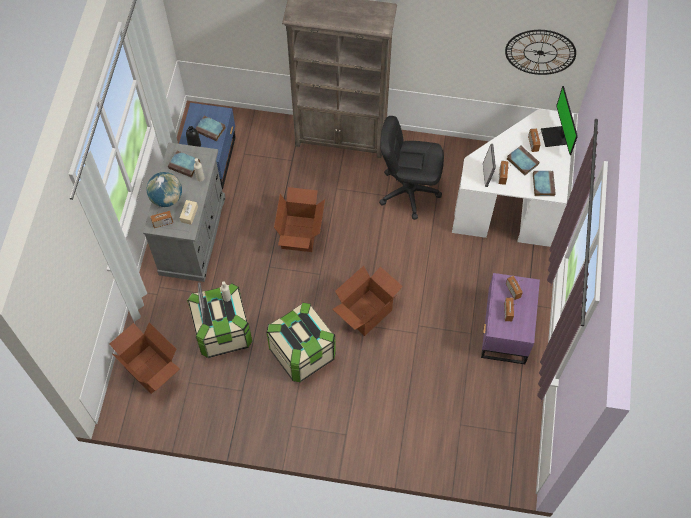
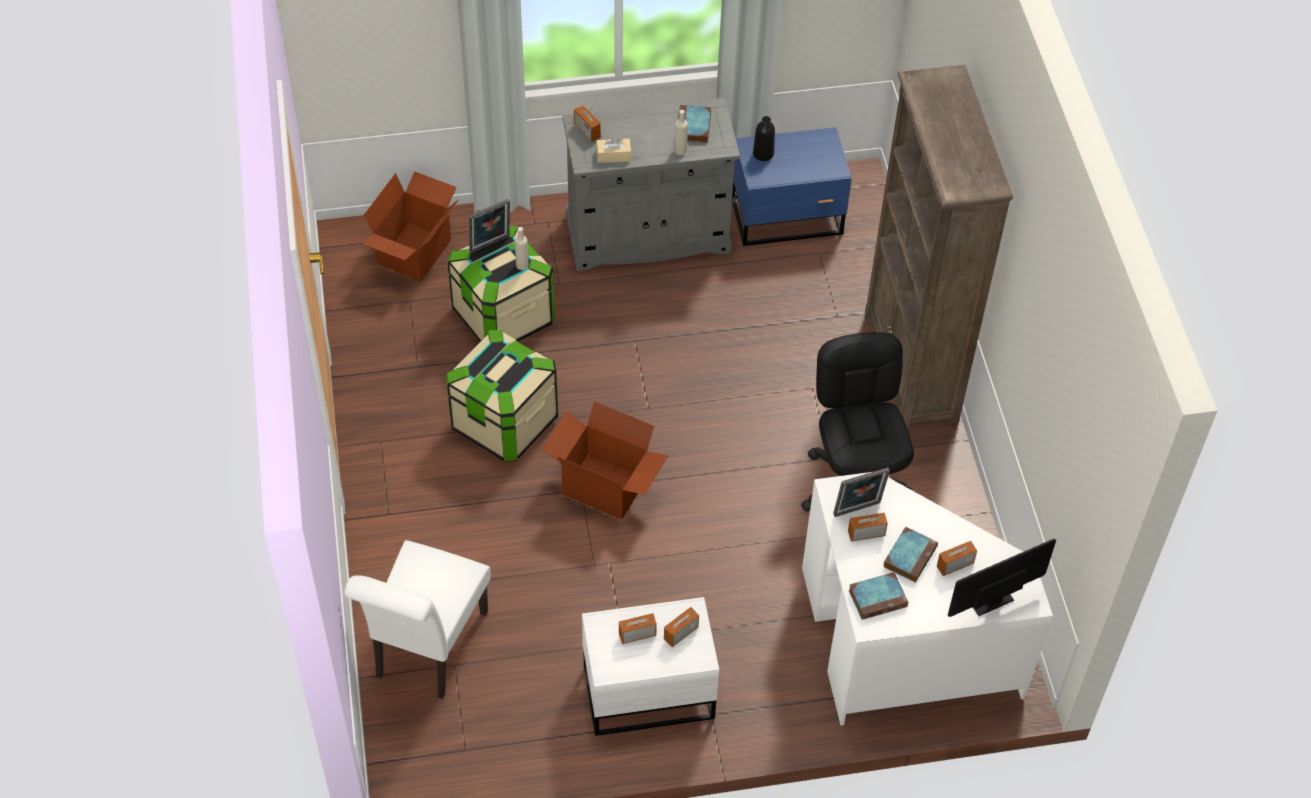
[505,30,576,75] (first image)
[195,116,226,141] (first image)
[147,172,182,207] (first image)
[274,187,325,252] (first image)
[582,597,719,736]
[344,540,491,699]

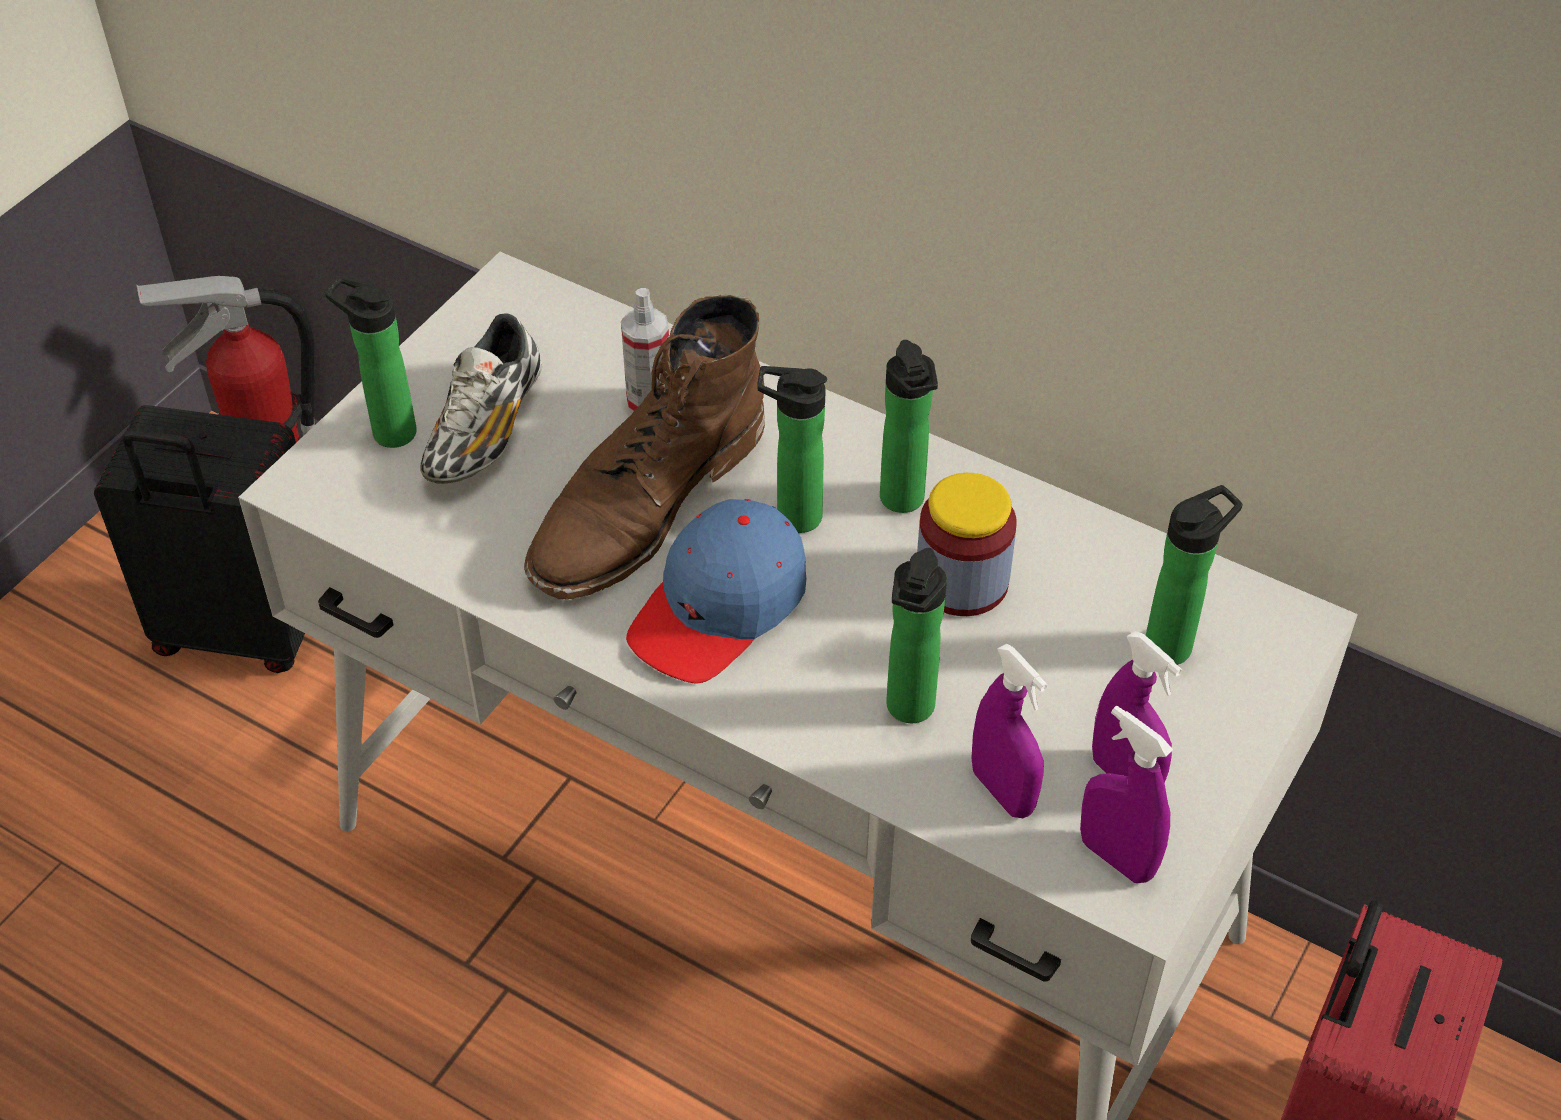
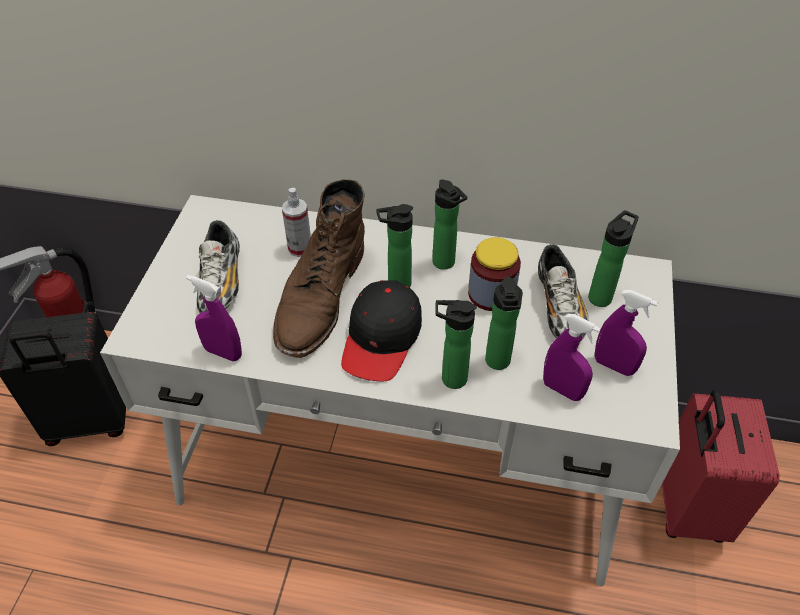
[435,300,477,389]
[341,280,422,381]
[186,275,242,361]
[538,244,588,342]

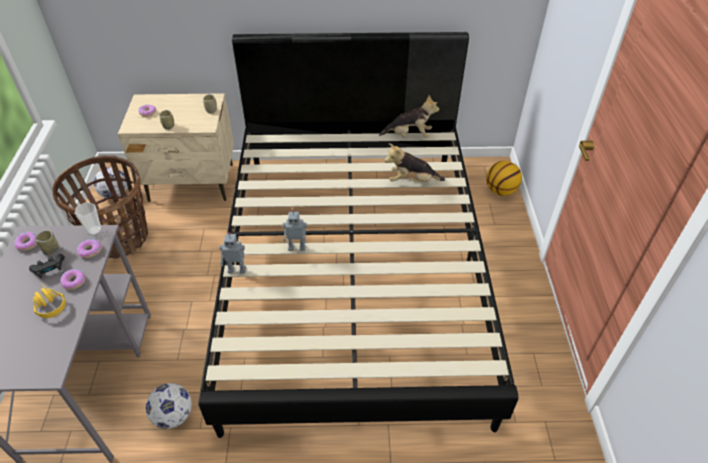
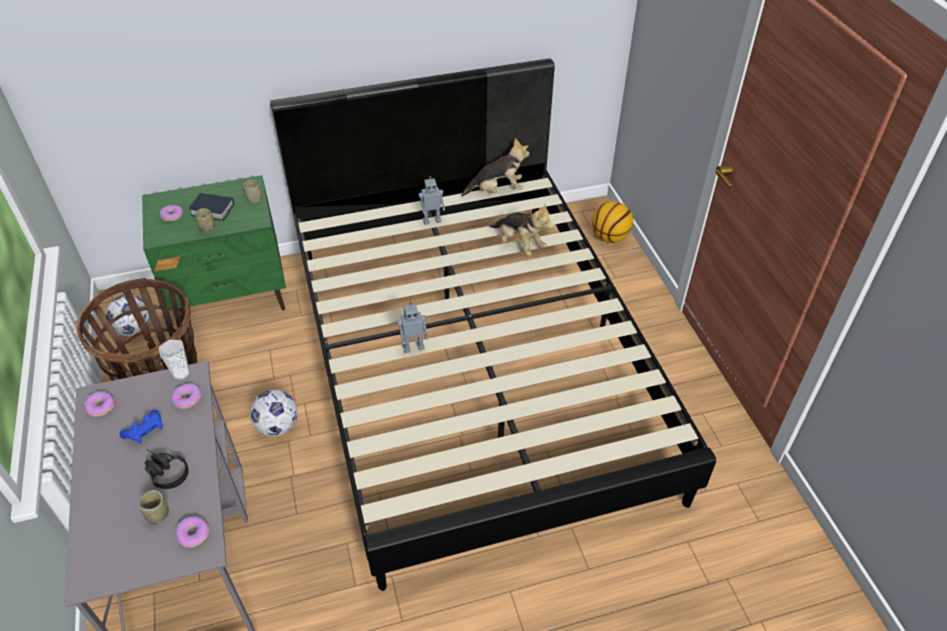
[142,175,286,322]
[489,204,554,255]
[139,490,169,525]
[419,176,445,225]
[120,410,163,444]
[175,516,209,548]
[145,449,189,489]
[250,390,298,437]
[189,193,234,221]

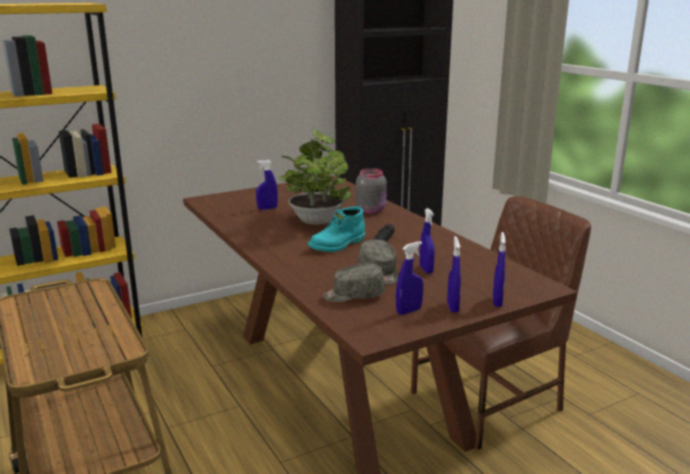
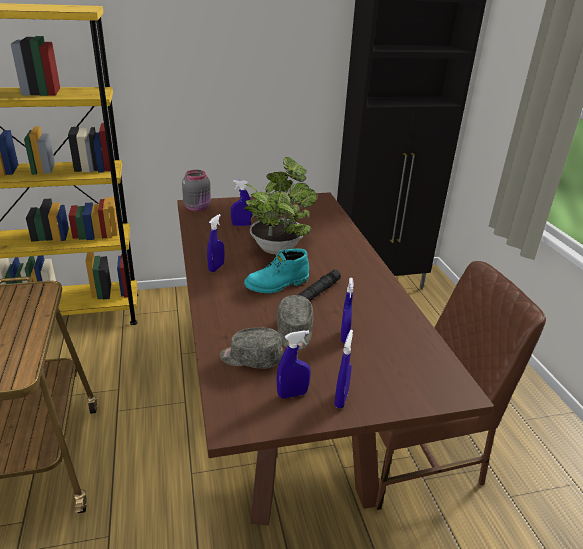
[182,170,211,211]
[207,214,224,272]

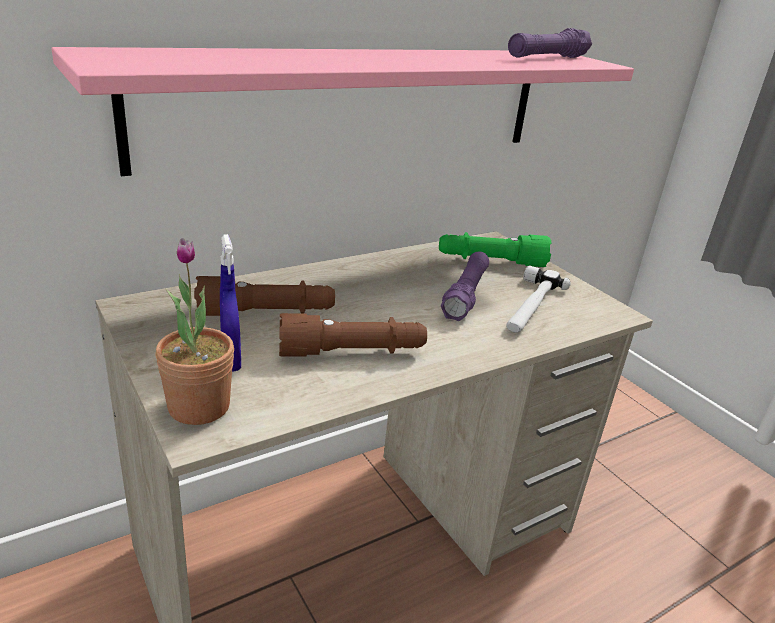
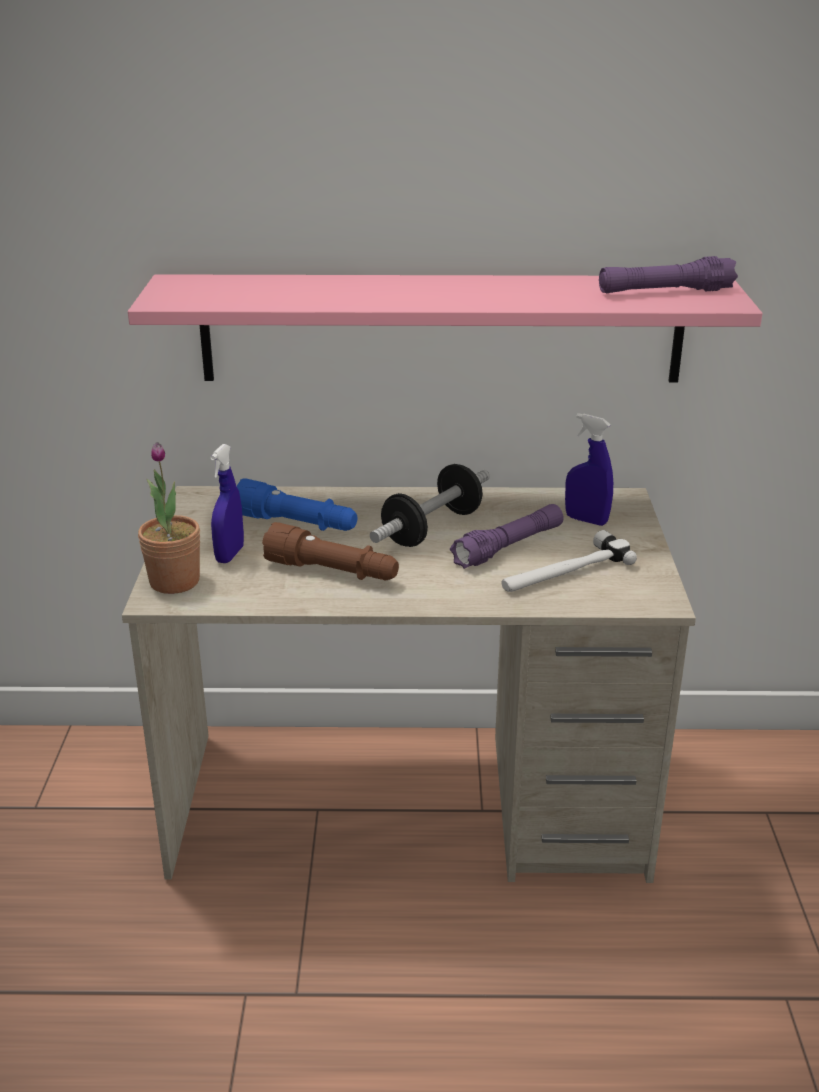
[565,413,613,526]
[237,478,357,531]
[370,464,490,547]

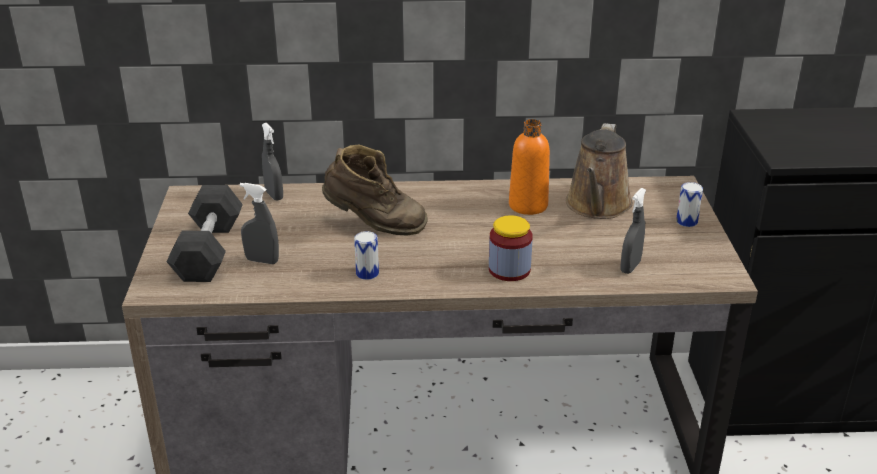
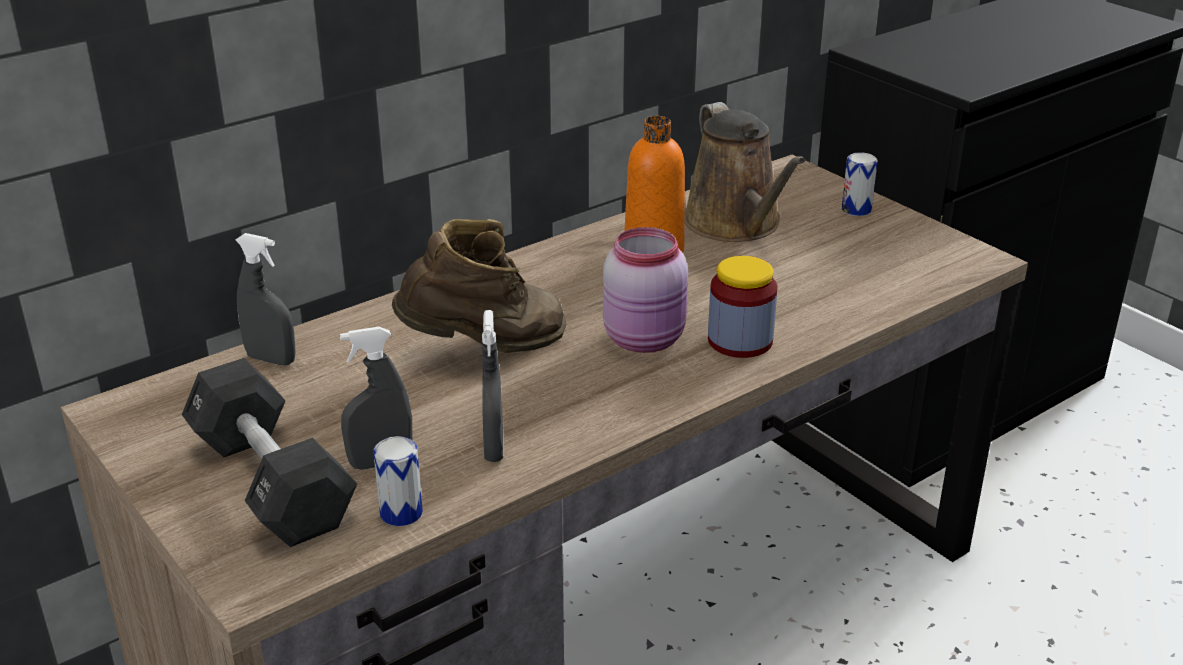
[482,310,503,462]
[374,436,423,526]
[603,227,688,353]

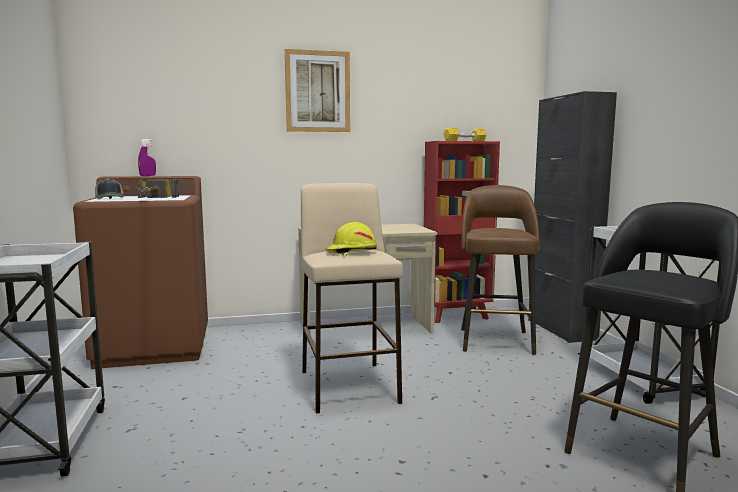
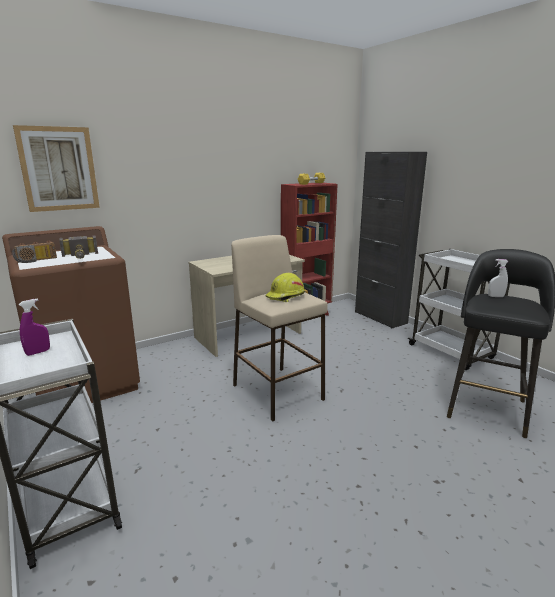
[13,125,100,212]
[19,298,50,356]
[12,242,57,263]
[461,185,540,355] (first image)
[488,259,509,297]

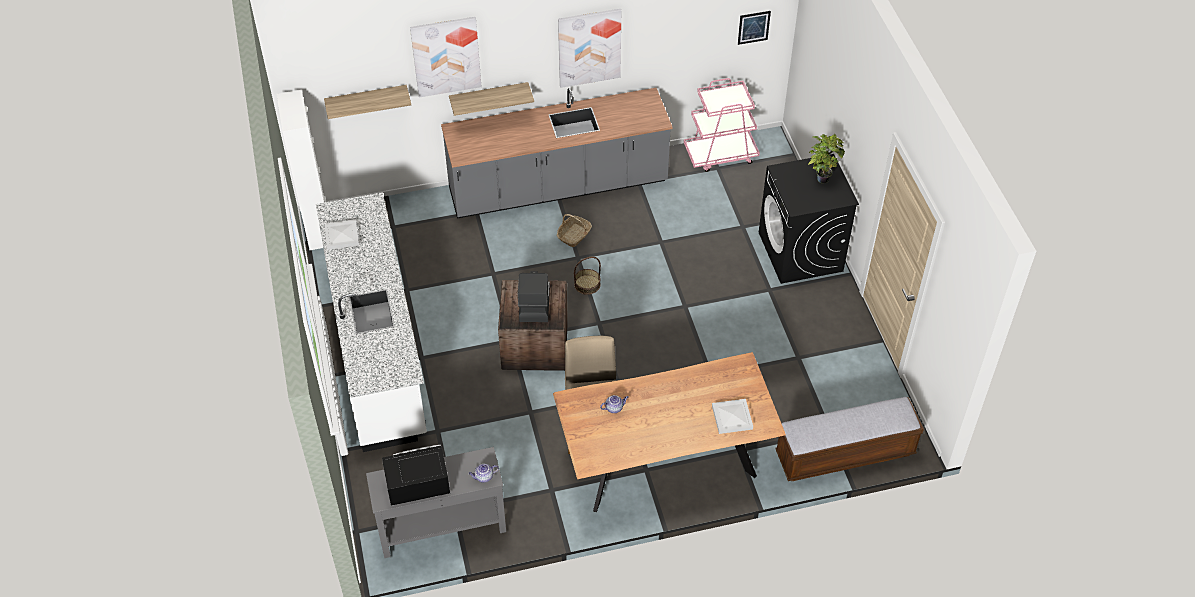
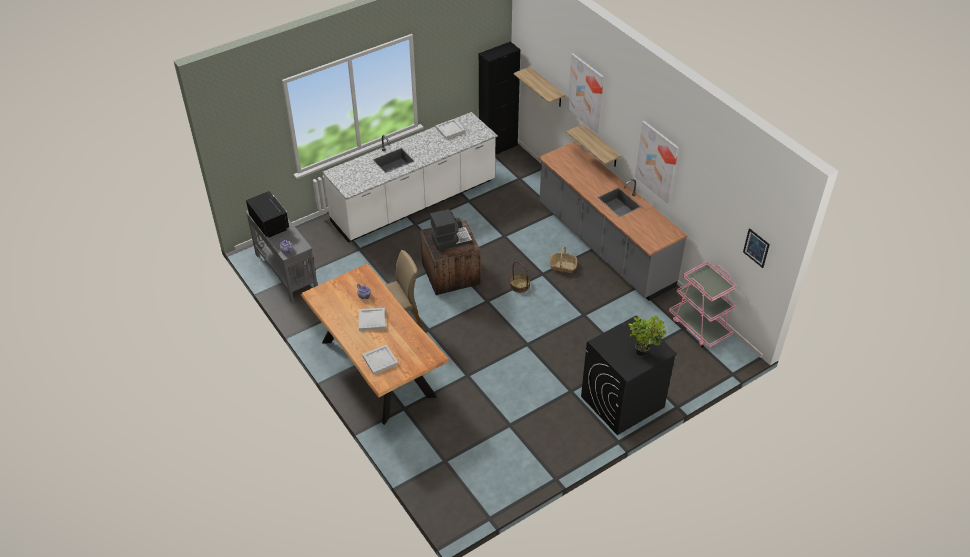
[479,42,520,155]
[775,397,924,481] (first image)
[359,308,385,331]

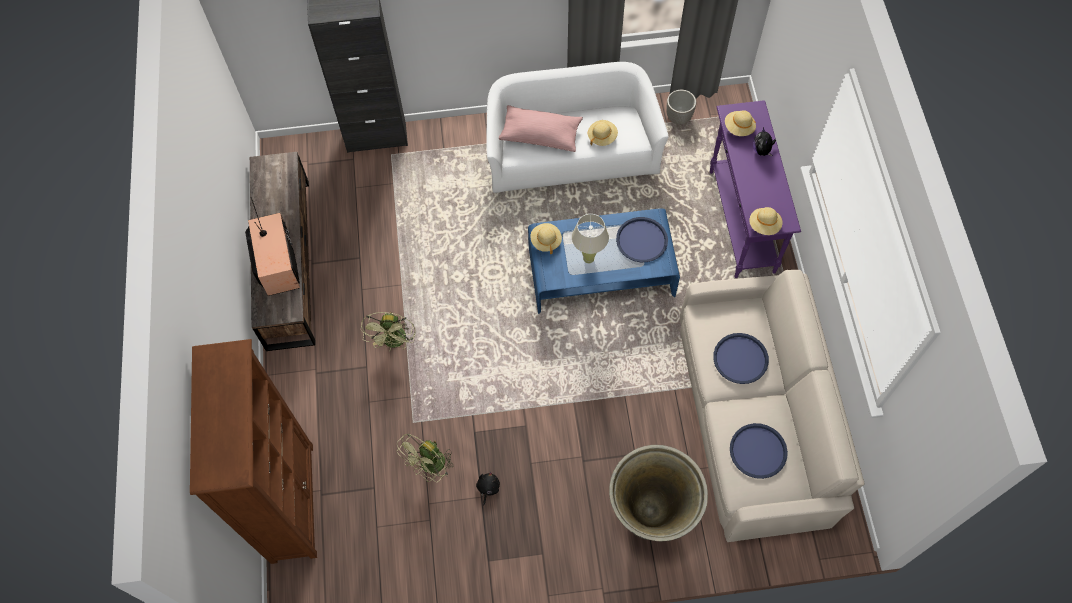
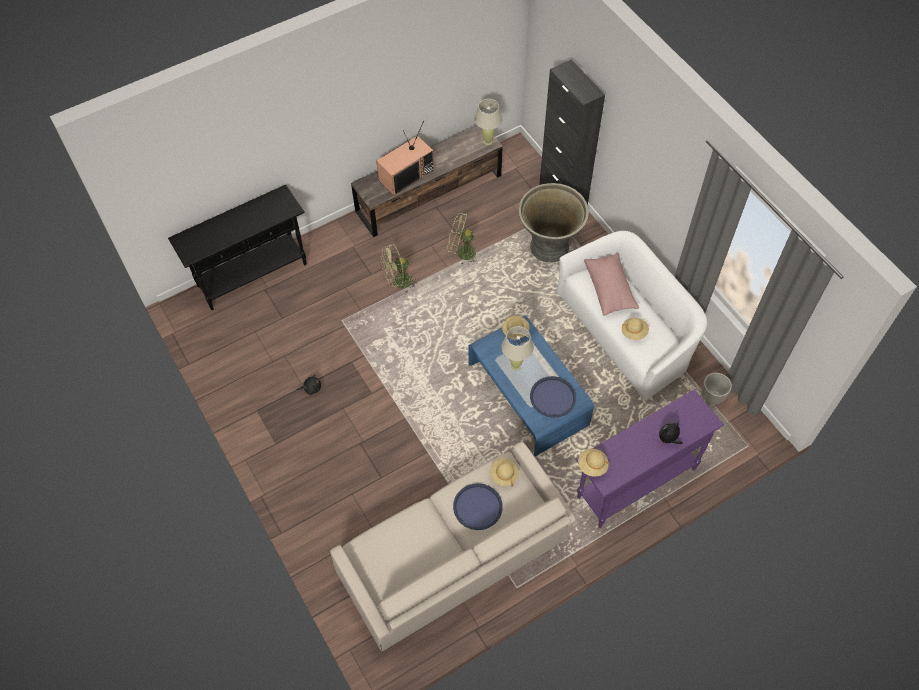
[489,458,519,487]
[168,185,307,310]
[730,423,788,479] (first image)
[447,213,479,265]
[519,183,589,262]
[474,99,502,145]

